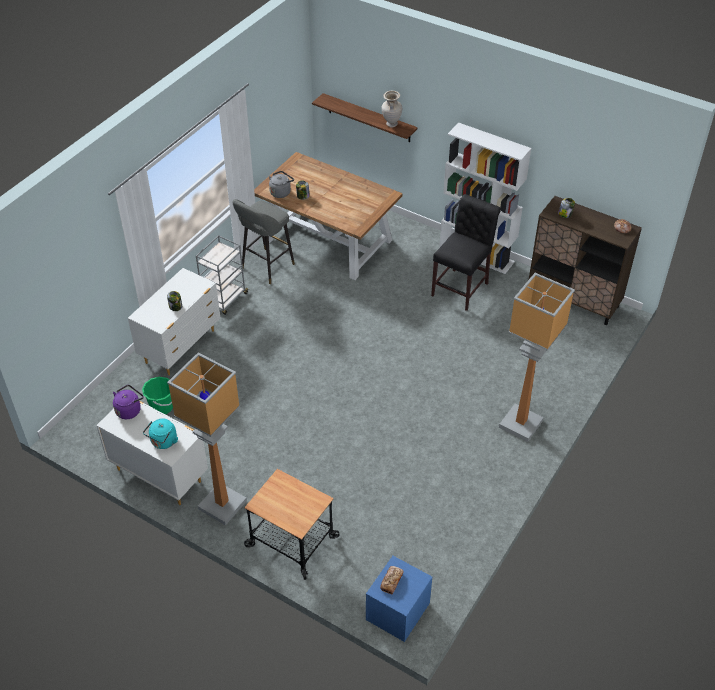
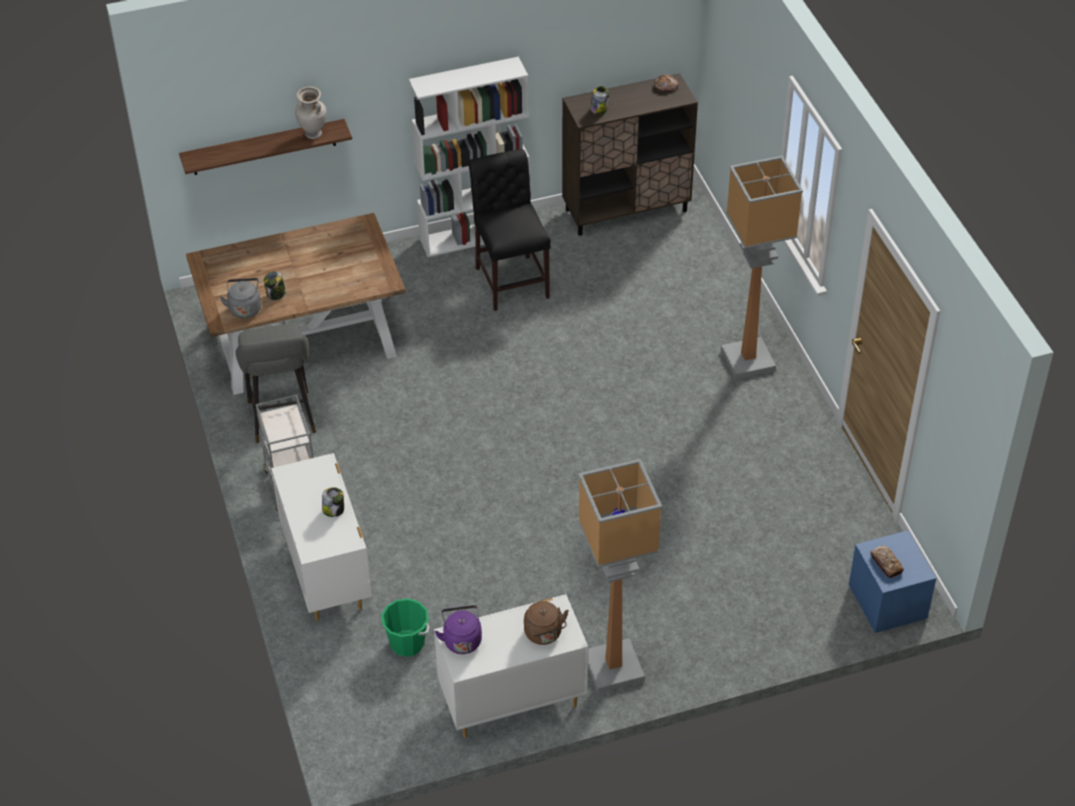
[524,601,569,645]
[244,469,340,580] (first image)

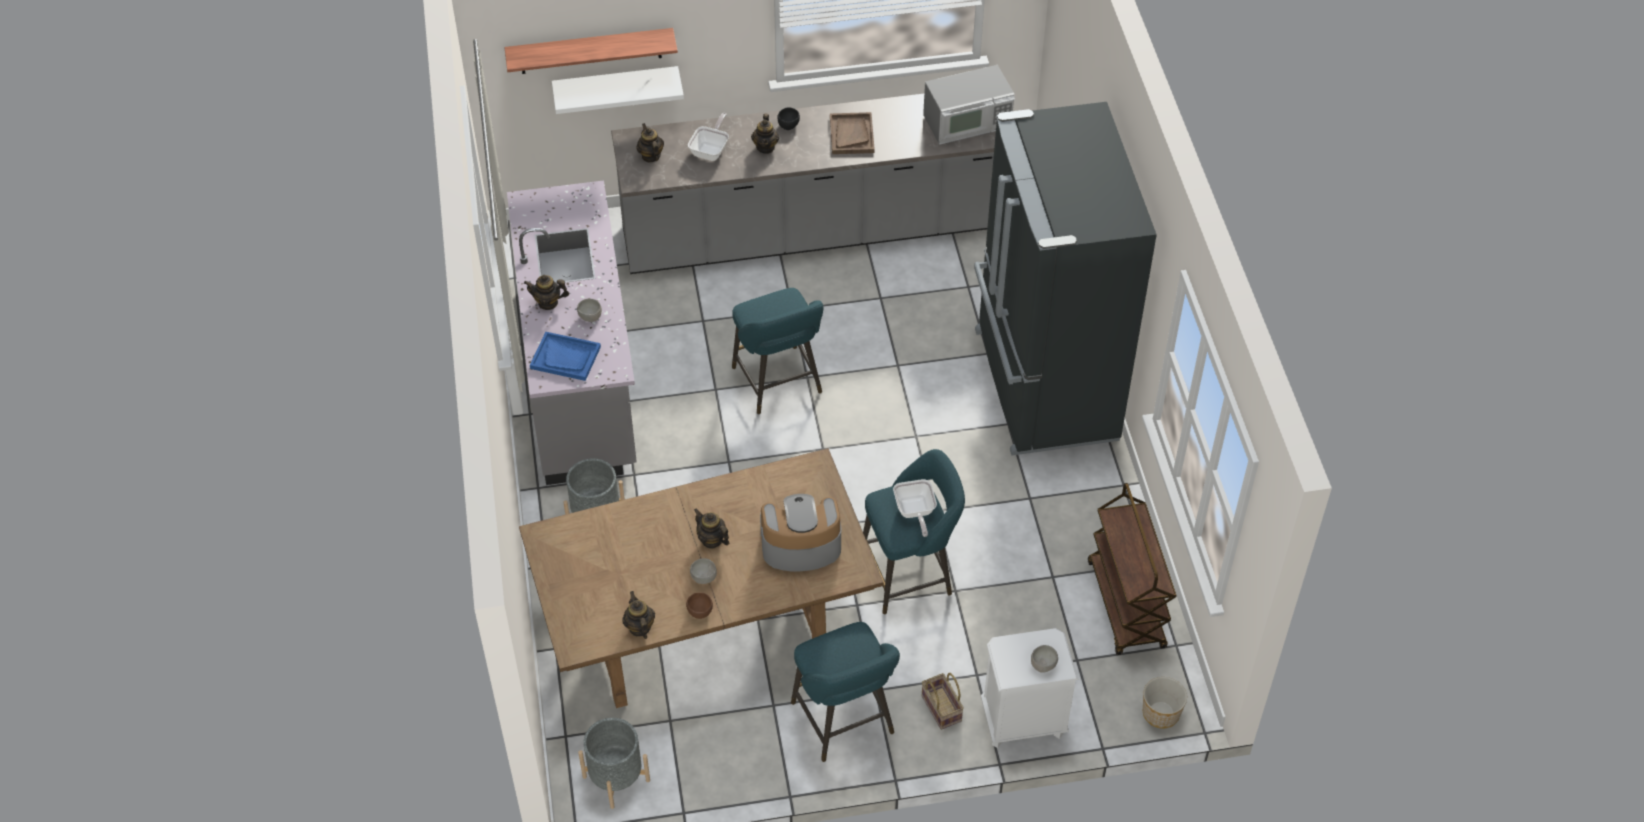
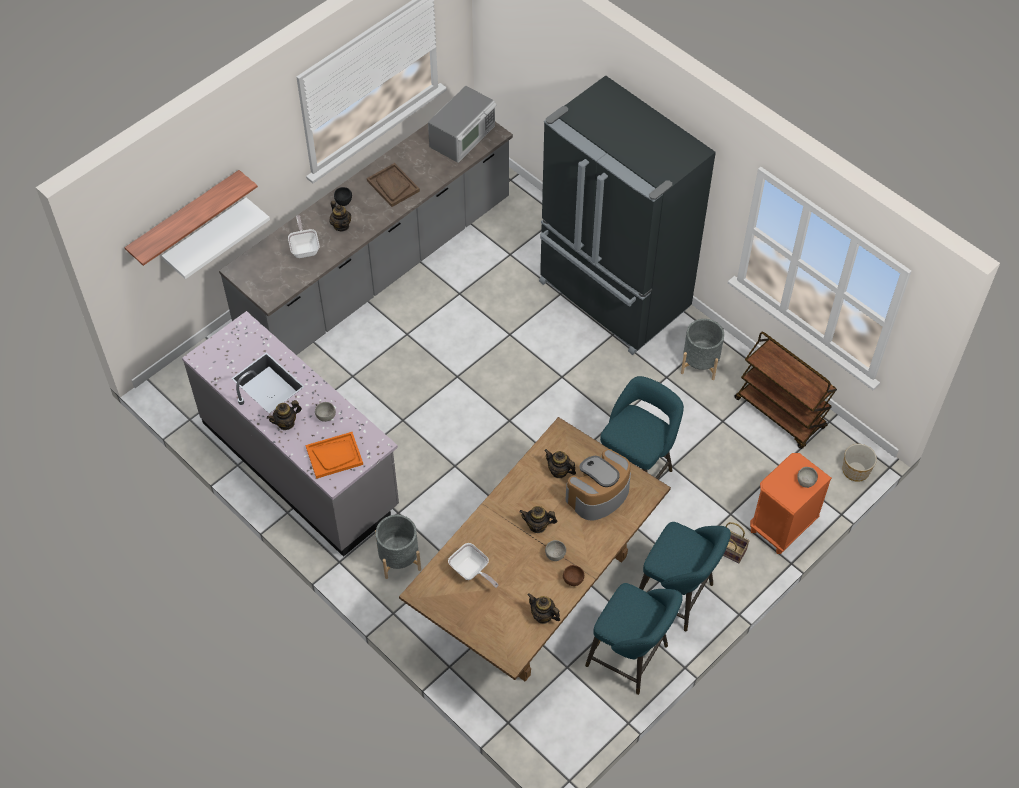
[544,449,576,478]
[585,583,683,695]
[306,432,363,479]
[448,543,498,588]
[750,453,832,554]
[681,319,724,380]

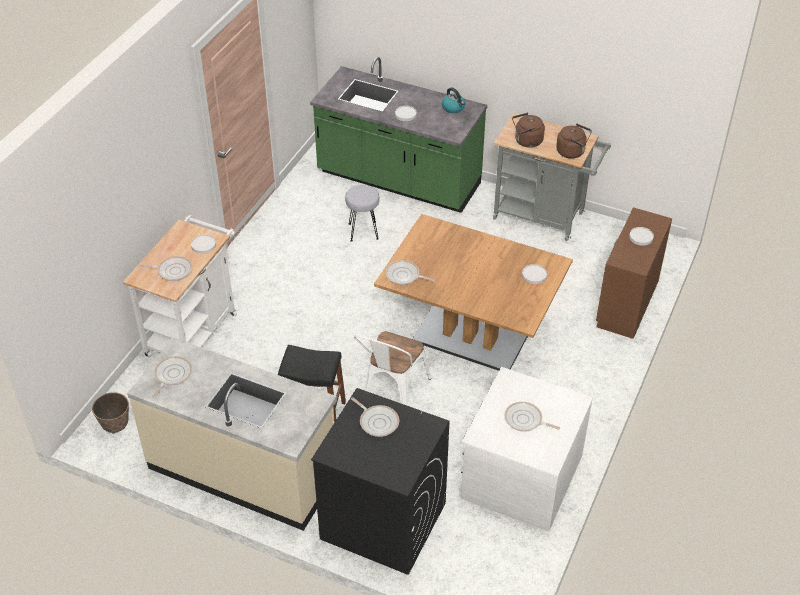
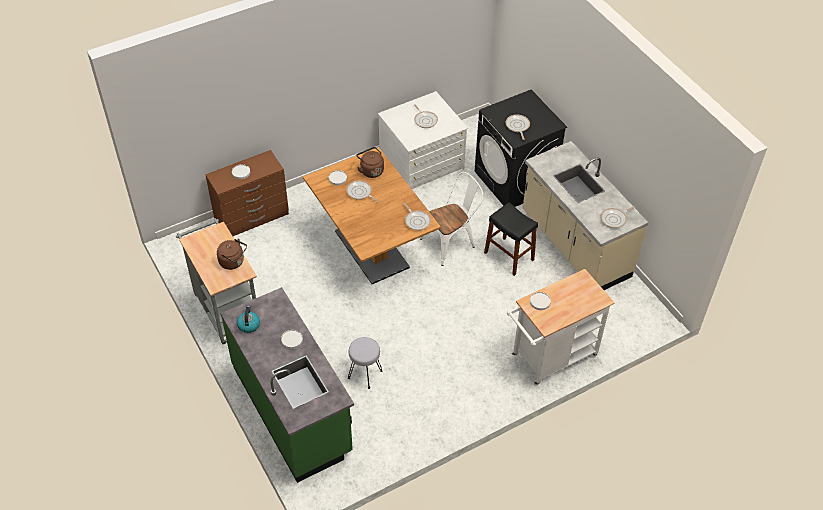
[356,147,384,178]
[346,180,379,202]
[92,392,129,434] (first image)

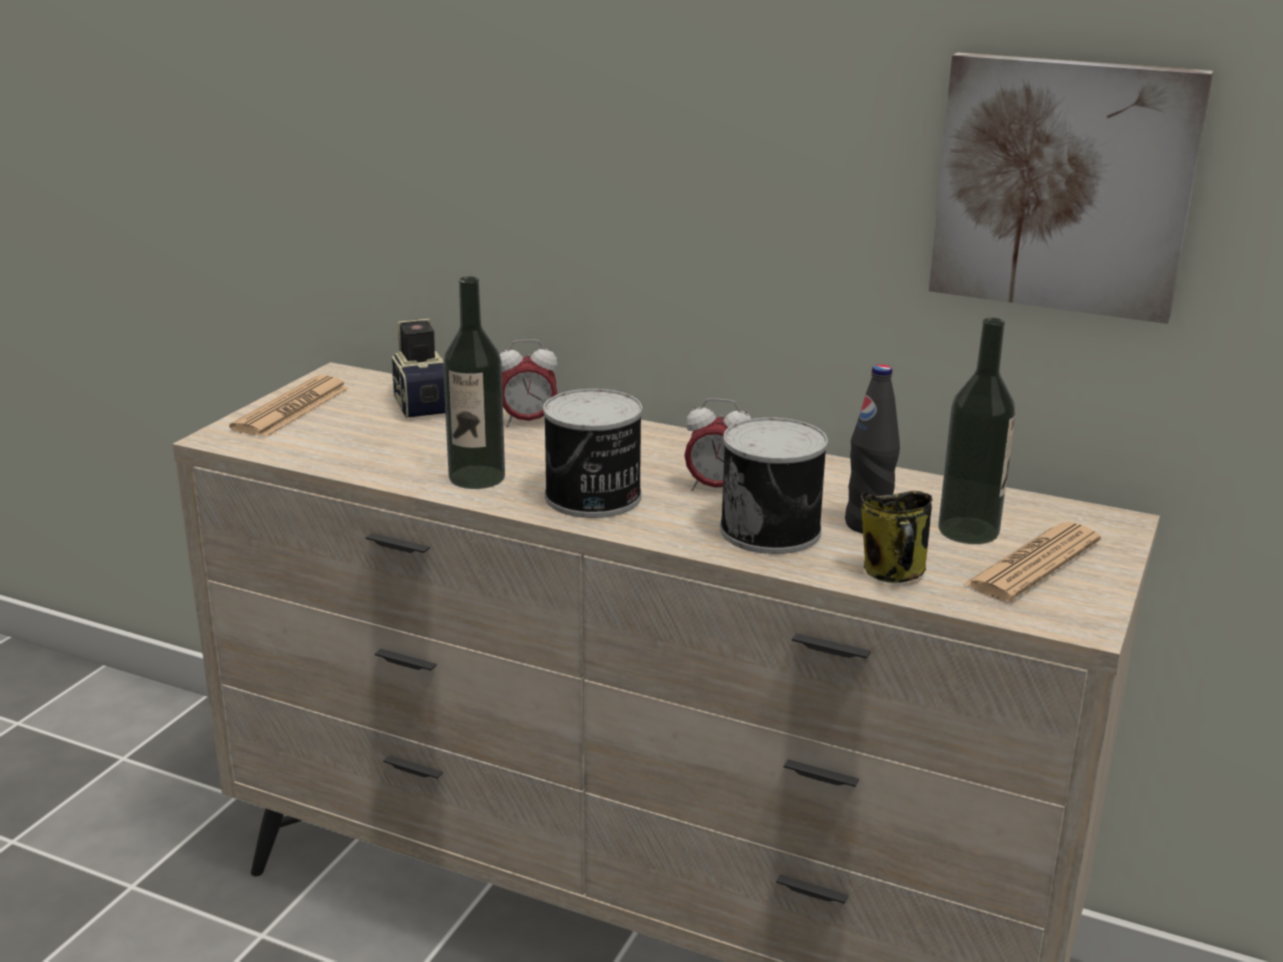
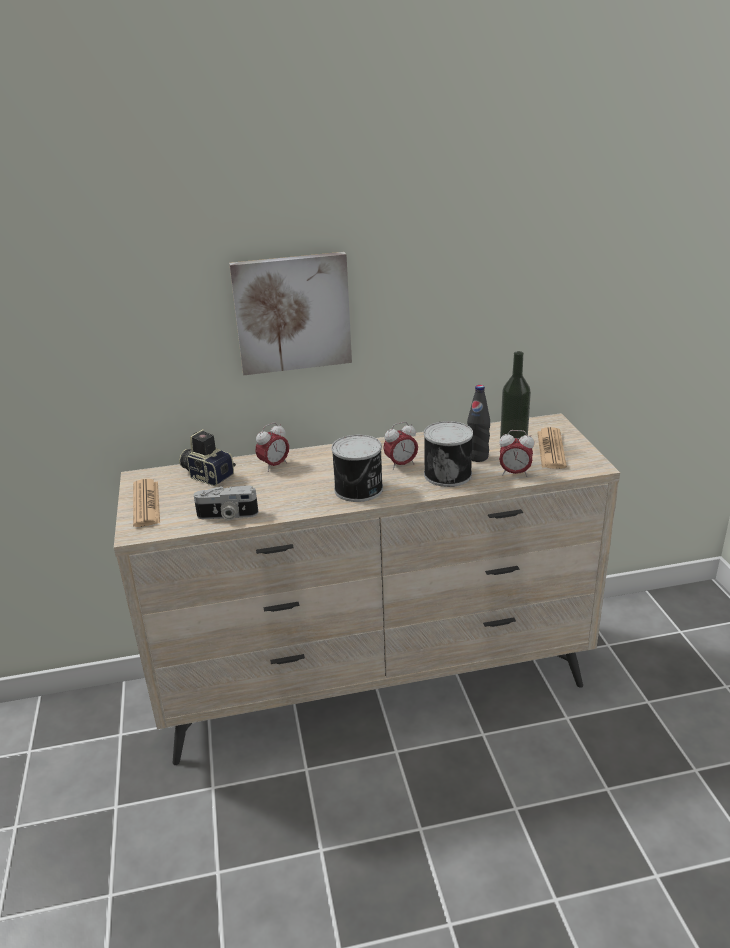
[229,252,352,375]
[443,276,505,489] (first image)
[499,430,534,477]
[194,486,258,520]

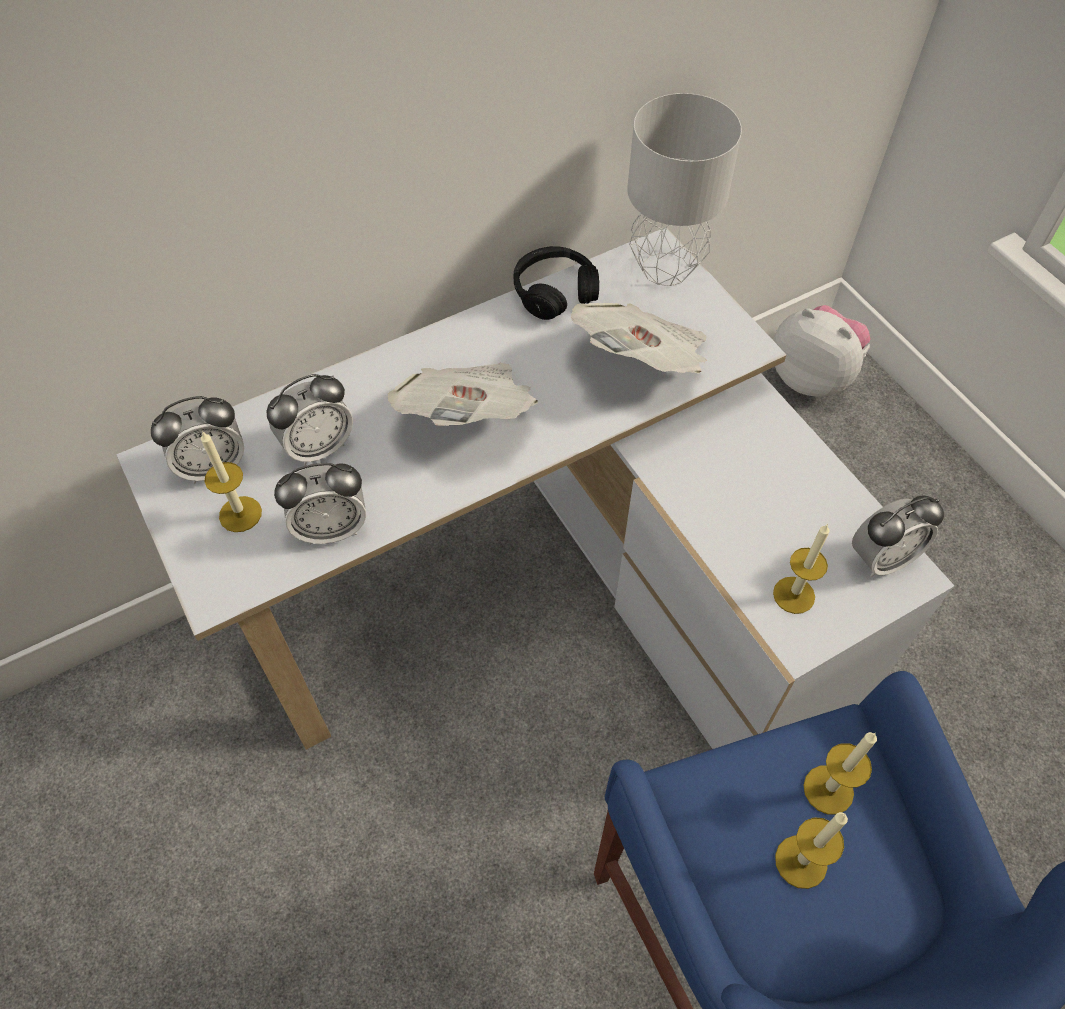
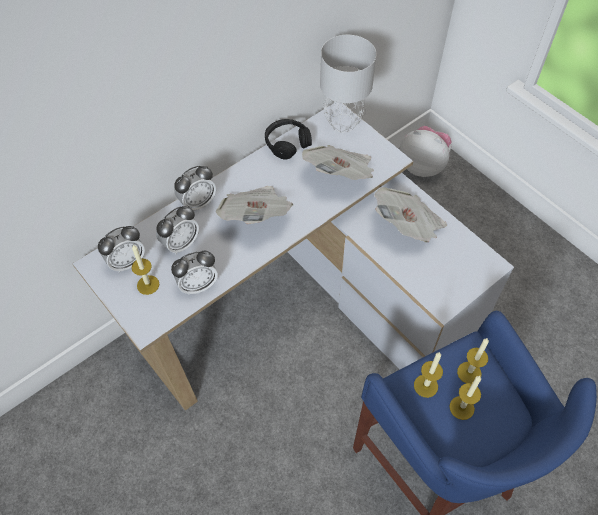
[174,166,216,210]
[414,352,443,398]
[374,187,447,243]

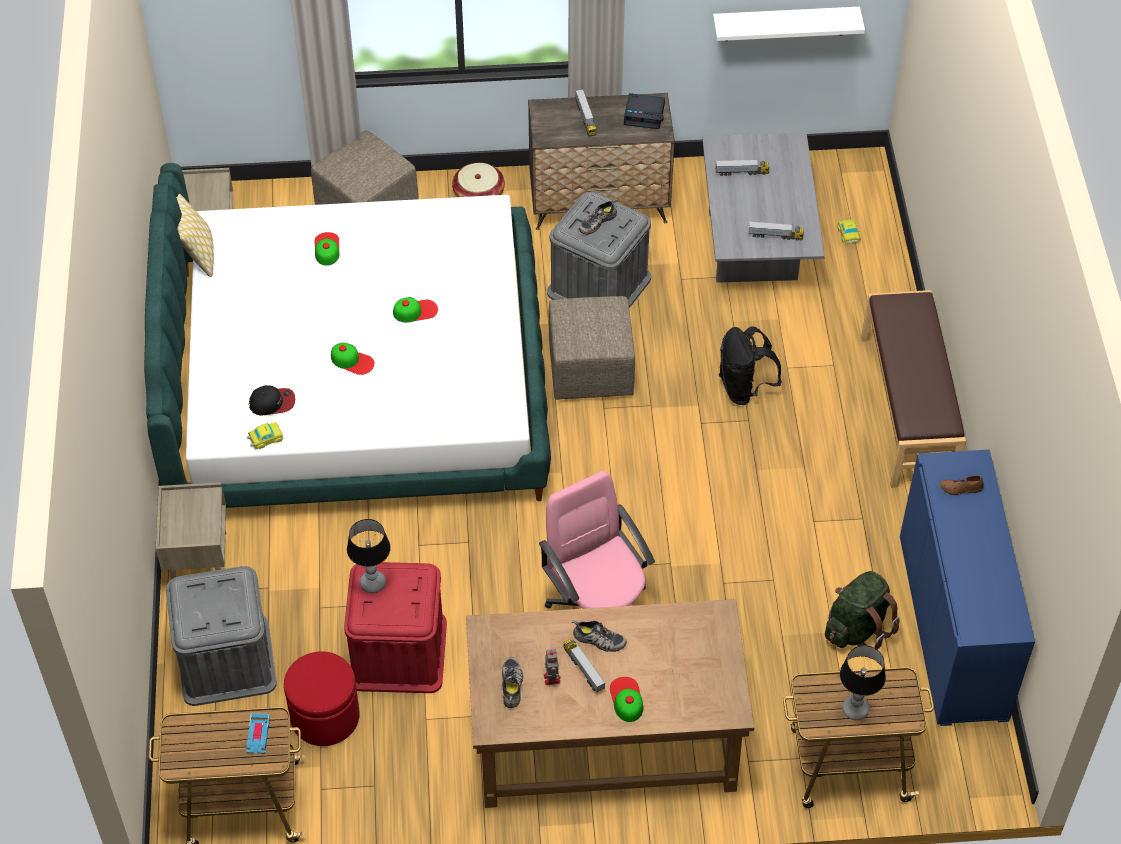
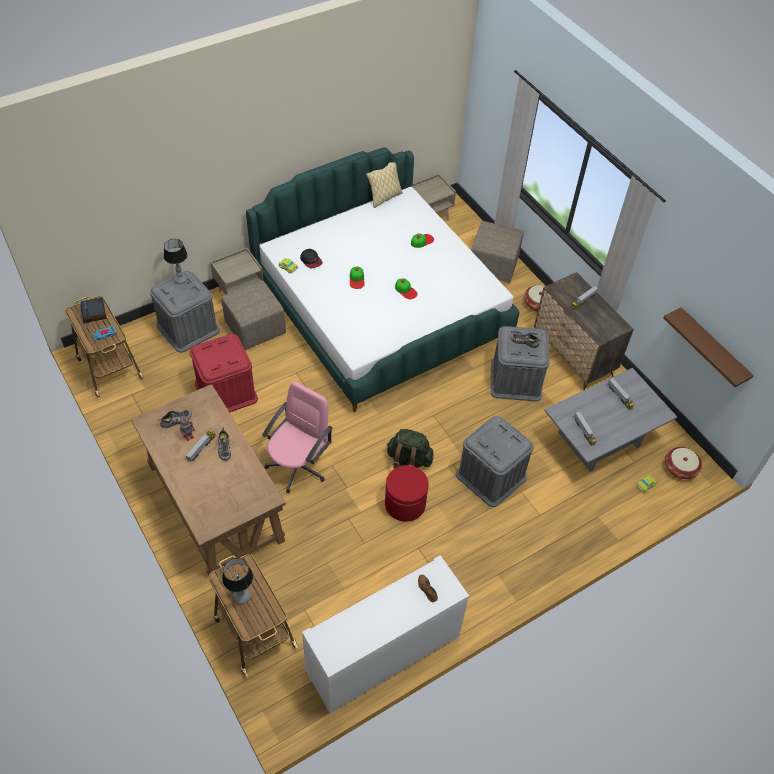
[663,307,754,387]
[81,298,107,323]
[861,290,966,488] (first image)
[222,281,286,350]
[456,416,534,507]
[302,555,469,714]
[164,239,188,284]
[386,429,434,469]
[385,465,429,522]
[610,677,643,722] (first image)
[665,447,702,479]

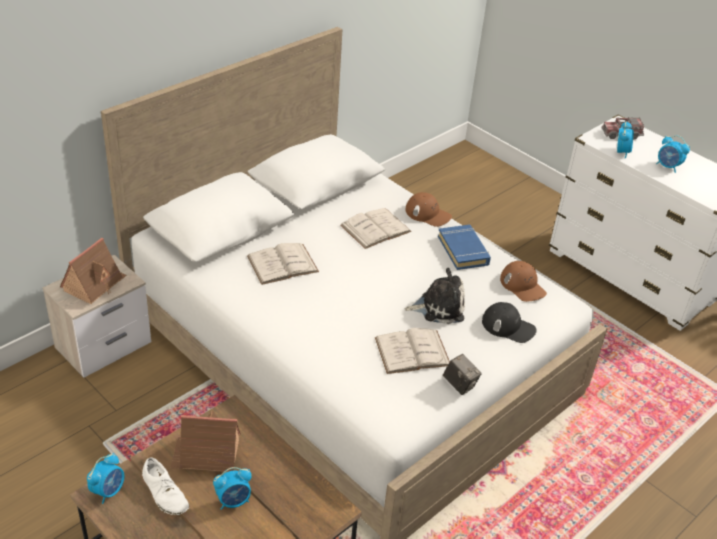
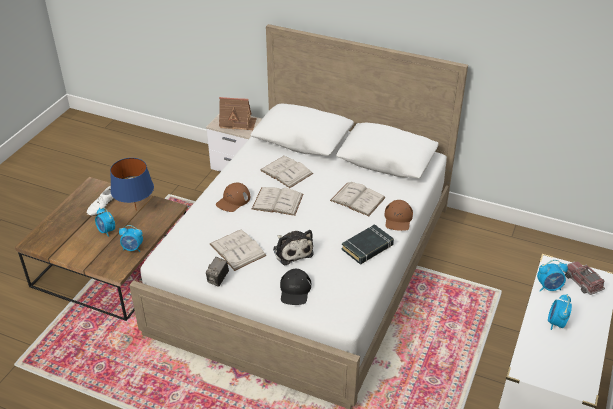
[341,224,394,264]
[216,183,250,212]
[110,158,154,211]
[119,225,143,252]
[252,187,303,216]

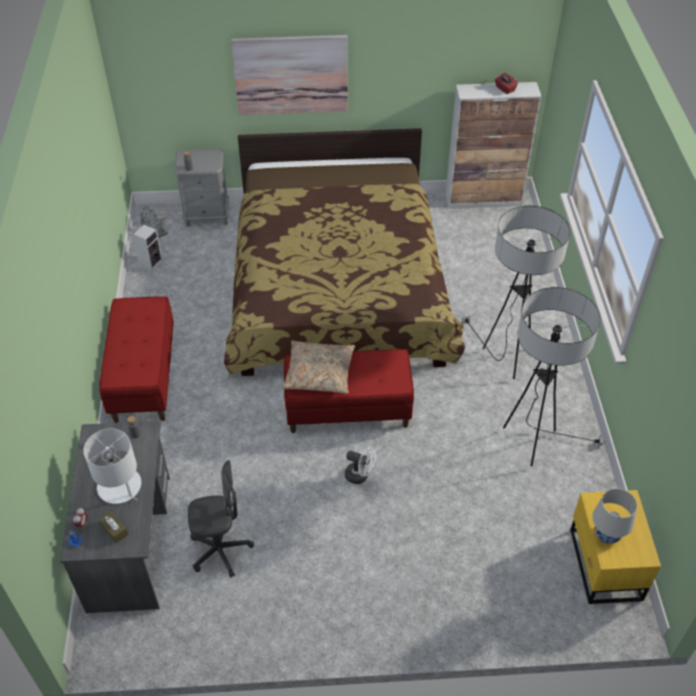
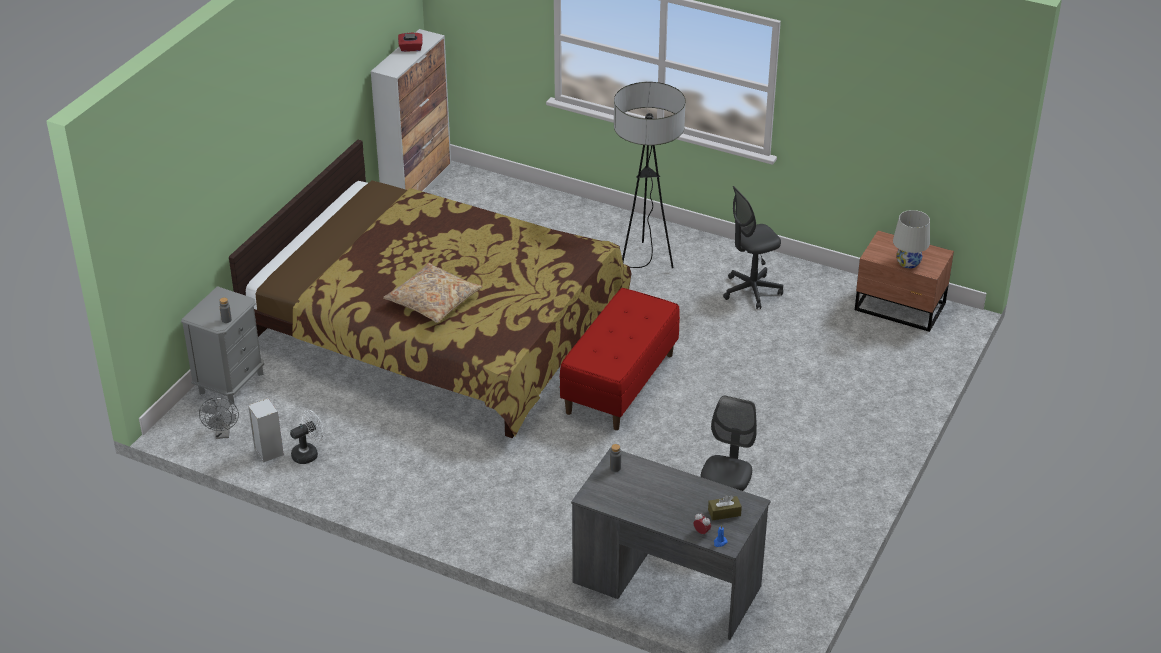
[231,35,348,115] (first image)
[723,186,783,309]
[99,297,174,423] (first image)
[383,263,483,323]
[83,429,141,504] (first image)
[290,410,324,464]
[855,231,954,332]

